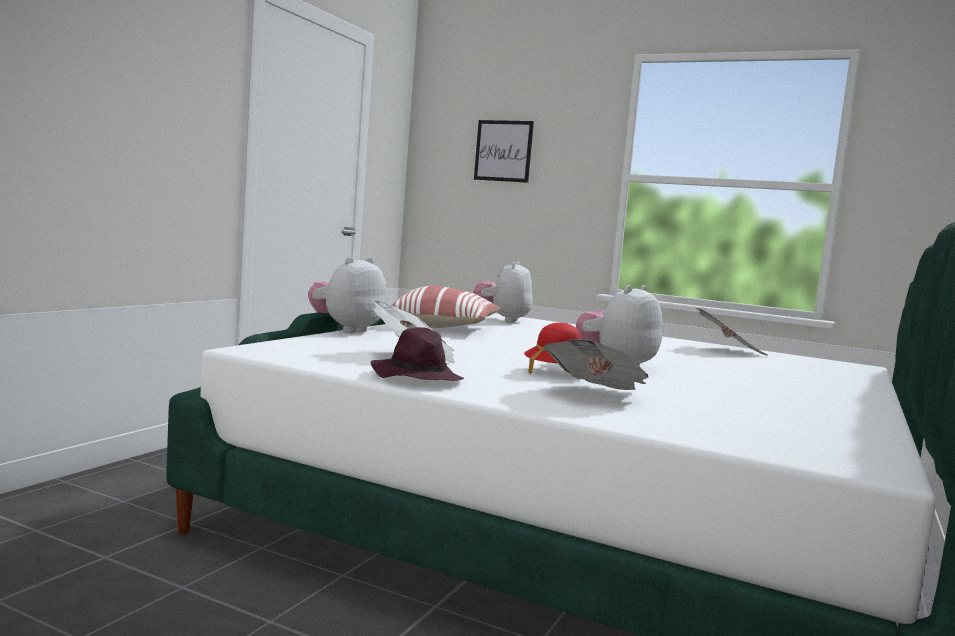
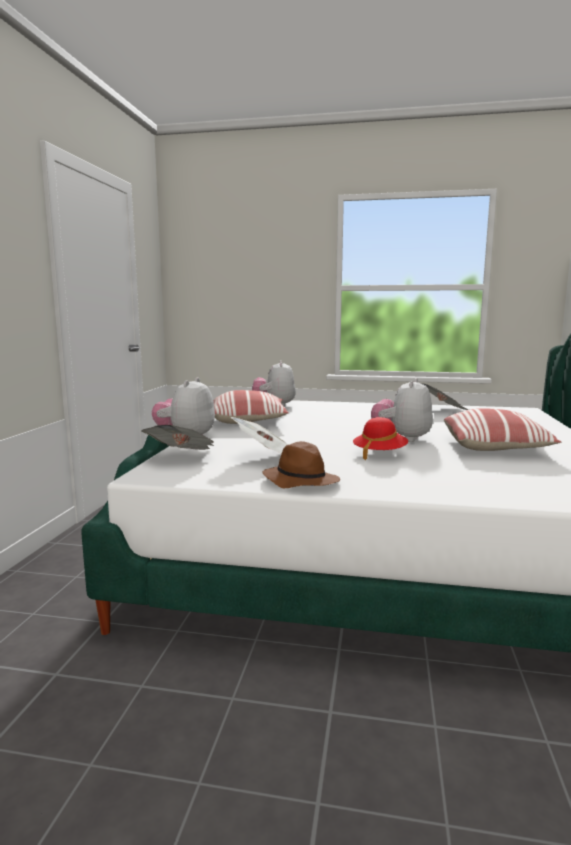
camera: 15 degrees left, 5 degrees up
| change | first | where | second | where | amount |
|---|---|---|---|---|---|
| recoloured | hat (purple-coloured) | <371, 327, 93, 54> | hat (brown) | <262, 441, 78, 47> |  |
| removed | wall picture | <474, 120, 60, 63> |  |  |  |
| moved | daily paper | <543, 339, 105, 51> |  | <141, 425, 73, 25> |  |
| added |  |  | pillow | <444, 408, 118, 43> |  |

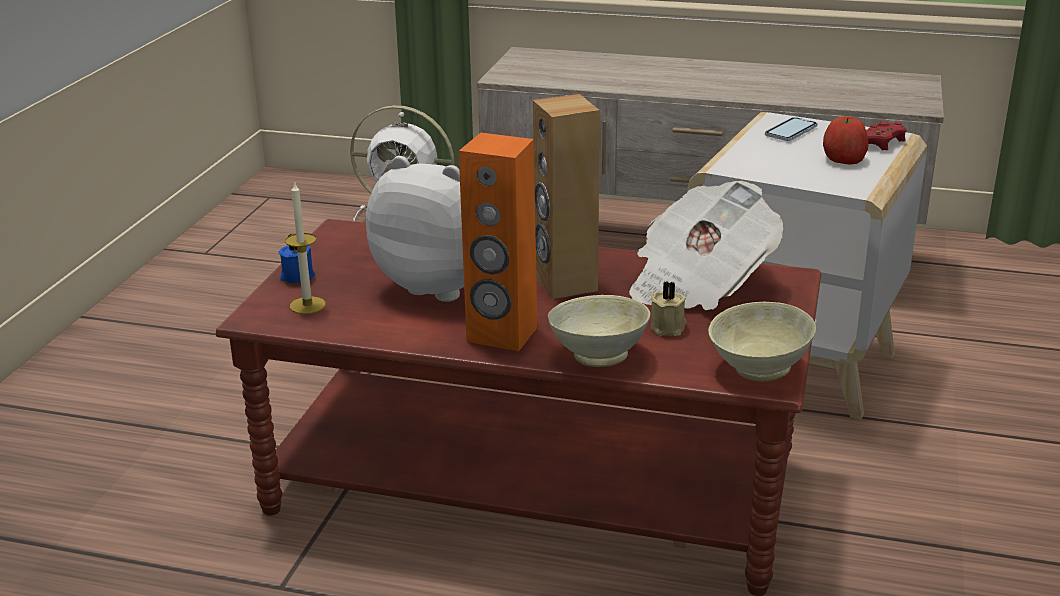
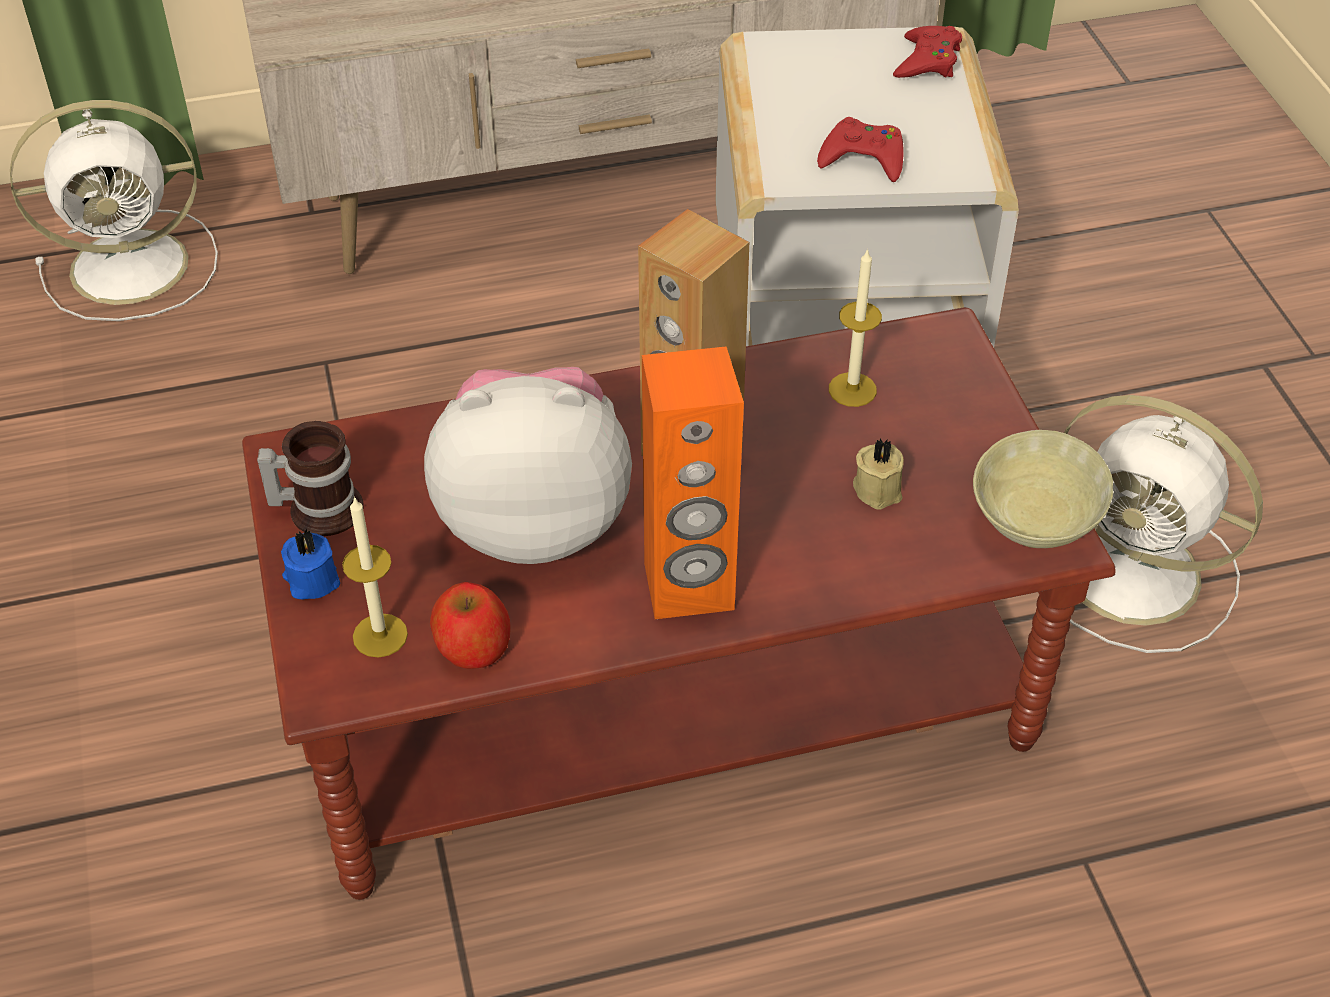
camera: 30 degrees left, 20 degrees up
| change | first | where | second | where | amount |
|---|---|---|---|---|---|
| removed | bowl (beige-coloured) | <548, 295, 102, 72> |  |  |  |
| replaced | daily paper | <629, 181, 154, 129> | candle | <829, 248, 53, 159> |  |
| removed | phone | <765, 117, 52, 24> |  |  |  |
| moved | apple fruit | <823, 116, 45, 49> |  | <430, 582, 81, 87> |  |
| added |  |  | coffee mug | <257, 421, 107, 115> |  |
| added |  |  | game controller (reddish) | <817, 117, 86, 65> |  |
| added |  |  | cooling fan (whitish) | <1064, 395, 199, 258> |  |

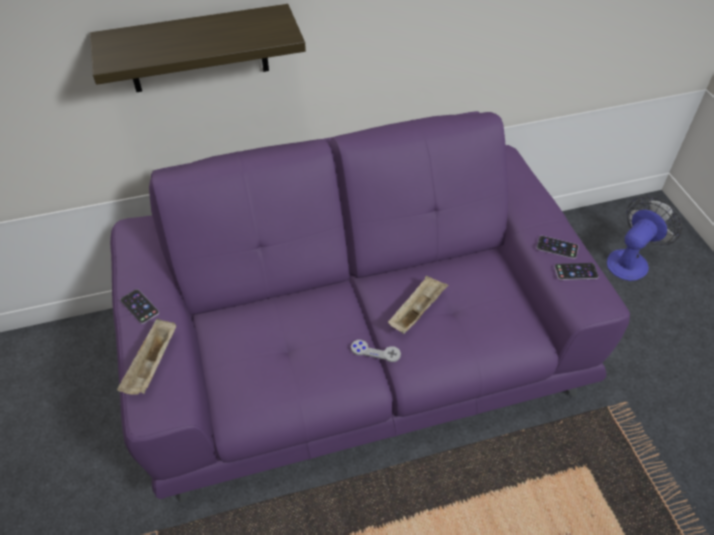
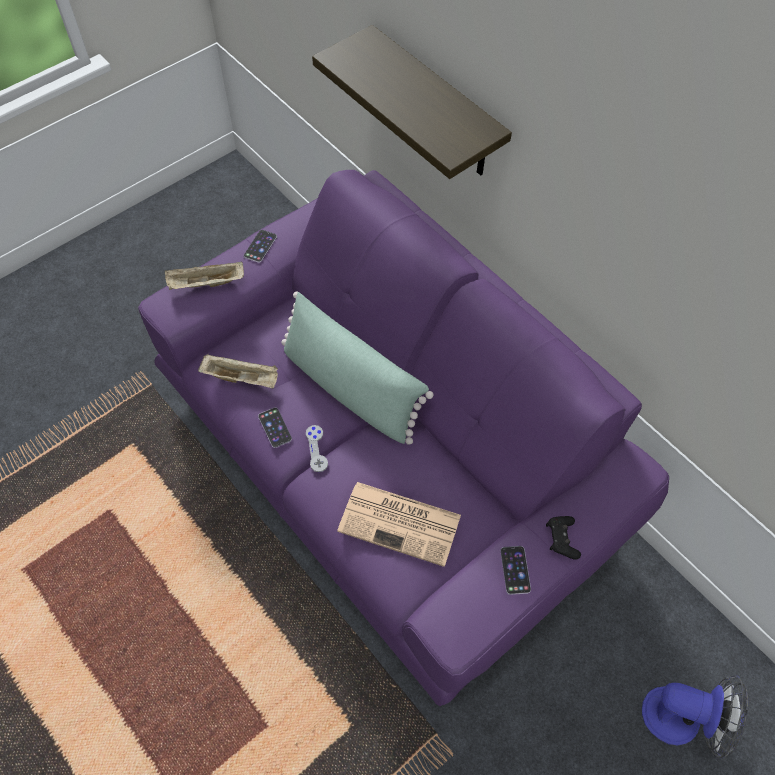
camera: 65 degrees right, 10 degrees up
| change | first | where | second | where | amount |
|---|---|---|---|---|---|
| moved | tray (beige-coloured) | <388, 276, 60, 58> |  | <198, 354, 80, 35> |  |
| moved | phone | <554, 263, 45, 17> |  | <258, 407, 34, 41> |  |
| added |  |  | pillow (greenish) | <281, 292, 153, 153> |  |
| added |  |  | daily paper | <337, 482, 124, 85> |  |
| added |  |  | game controller (blackish) | <546, 516, 35, 44> |  |

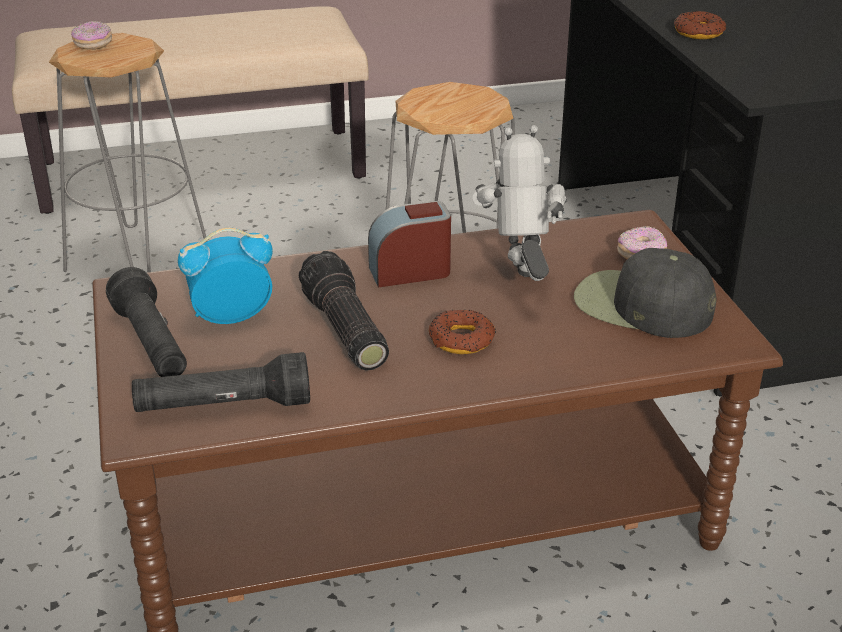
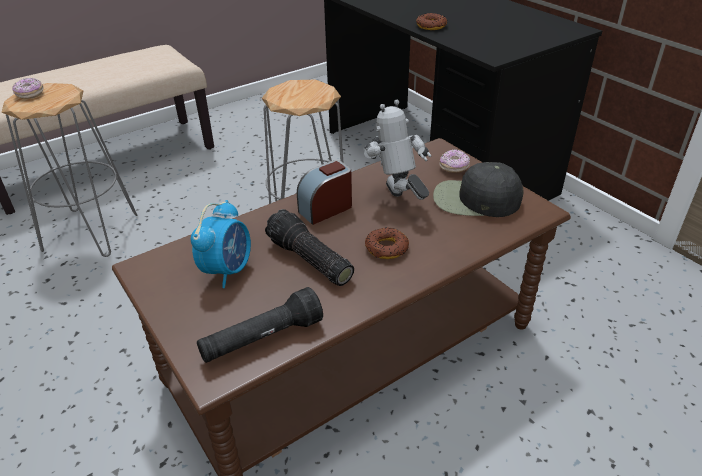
camera: 20 degrees left, 5 degrees up
| change | first | where | second | where | amount |
|---|---|---|---|---|---|
| removed | hand torch (blackish) | <106, 267, 81, 110> |  |  |  |
| turned | bedside clock | <178, 228, 95, 96> |  | <191, 200, 60, 88> | 150 degrees clockwise |

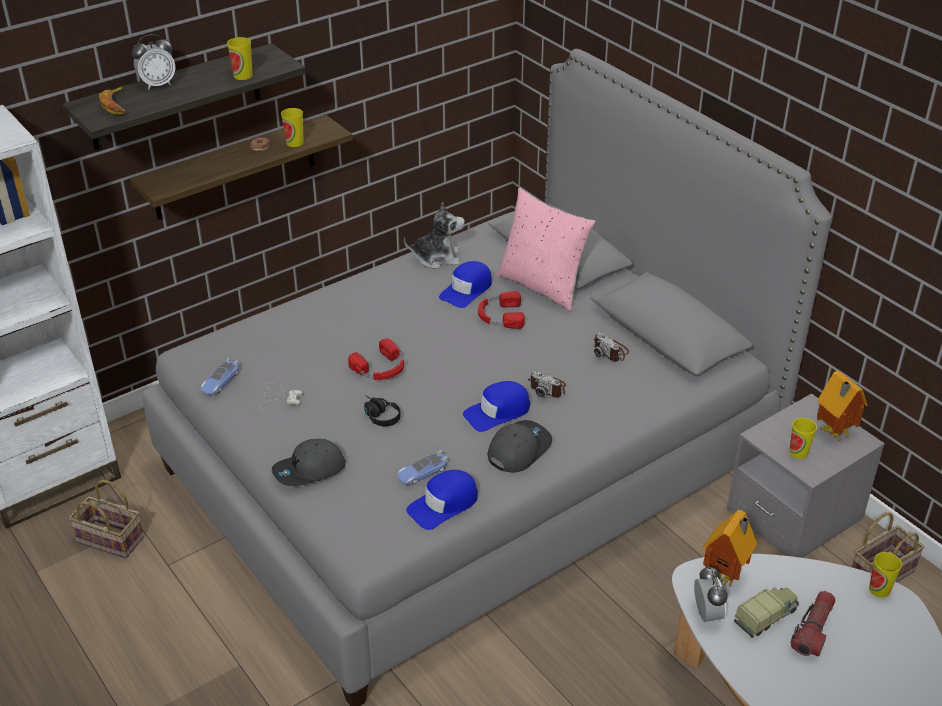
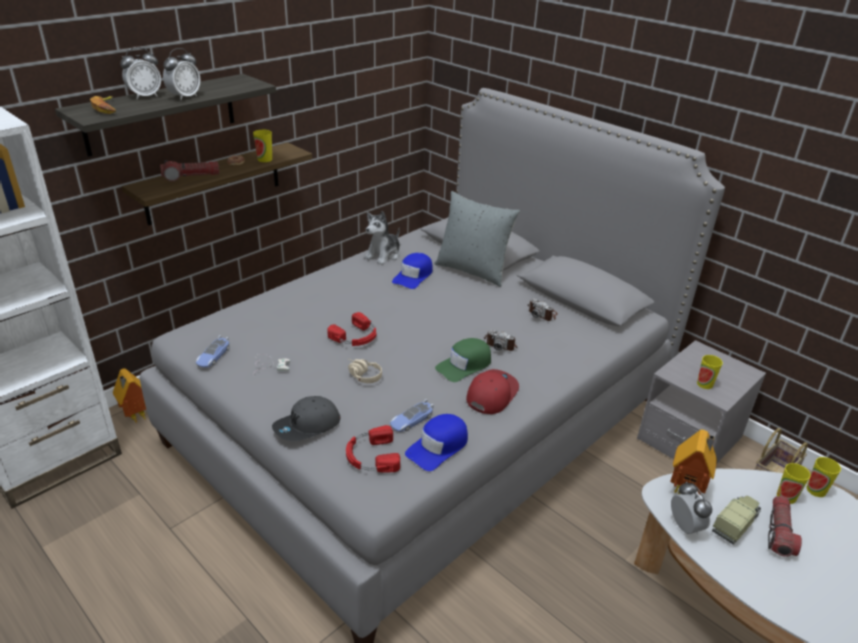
camera: 10 degrees left, 5 degrees down
| change | first | where | second | where | amount |
|---|---|---|---|---|---|
| removed | basket | <69, 480, 75, 79> |  |  |  |
| moved | cup | <227, 37, 25, 43> |  | <777, 463, 34, 41> |  |
| recoloured | headphones (blackish) | <364, 395, 37, 31> | headphones (beige-coloured) | <347, 358, 35, 25> |  |
| turned | soft toy | <404, 202, 61, 67> |  | <364, 211, 36, 54> | 135 degrees clockwise |
| recoloured | cap (blue) | <463, 381, 67, 51> | cap (greenish) | <435, 338, 56, 44> |  |
| moved | headphones (reddish) | <478, 291, 47, 38> |  | <346, 425, 54, 47> |  |
| recoloured | cap (grey) | <487, 420, 65, 53> | cap (reddish) | <466, 369, 53, 45> |  |
| recoloured | pillow (pink) | <497, 188, 99, 123> | pillow (grey) | <435, 191, 85, 96> |  |
| moved | toy house | <817, 370, 51, 72> |  | <113, 368, 33, 55> |  |
| added |  |  | hand torch | <160, 160, 59, 22> |  |
| added |  |  | bedside clock | <163, 48, 38, 52> |  |

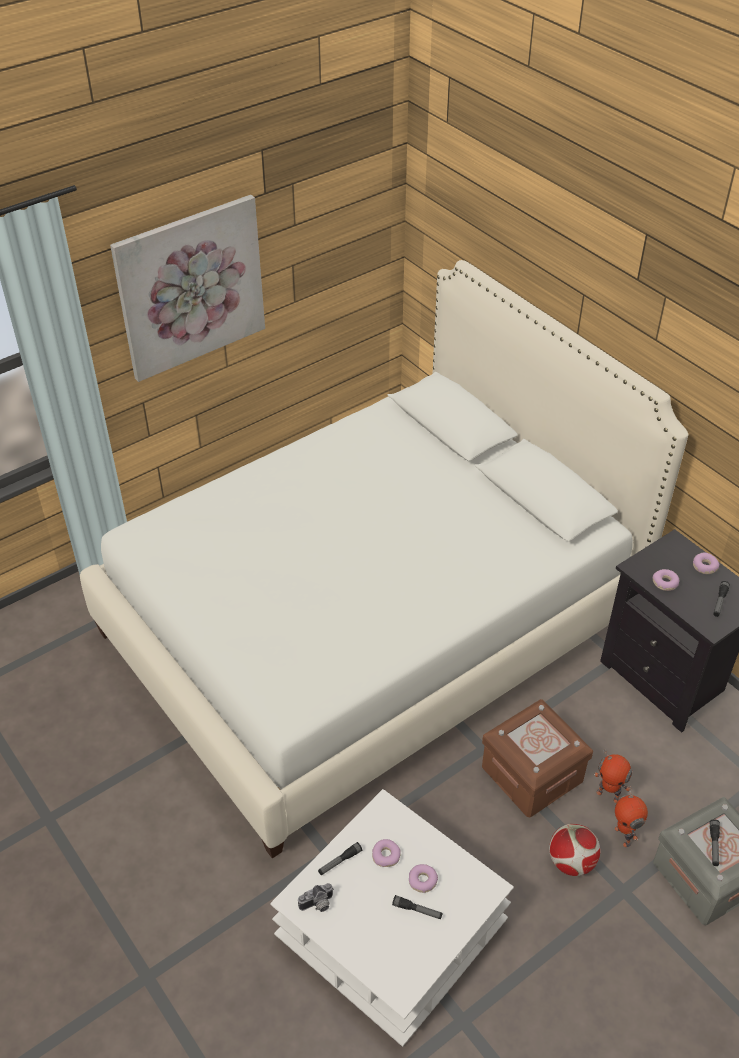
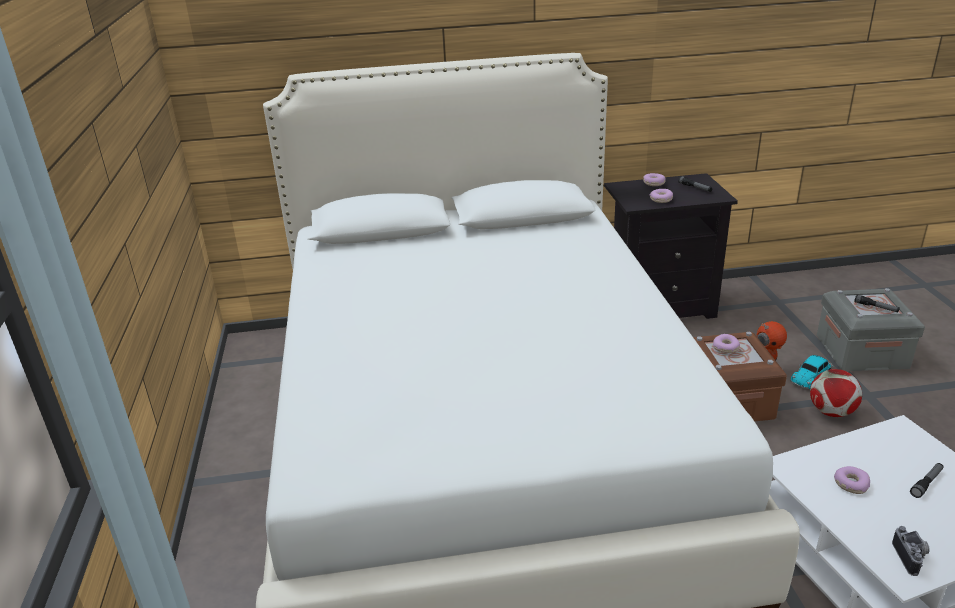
camera: 60 degrees left, 15 degrees down
| change | first | where | second | where | amount |
|---|---|---|---|---|---|
| removed | wall picture | <110, 195, 155, 187> |  |  |  |
| removed | hand torch | <318, 842, 44, 33> |  |  |  |
| moved | ring doughnut | <409, 864, 29, 29> |  | <713, 334, 27, 19> |  |
| replaced | robot figure | <615, 786, 33, 61> | miniature car | <790, 355, 43, 34> |  |

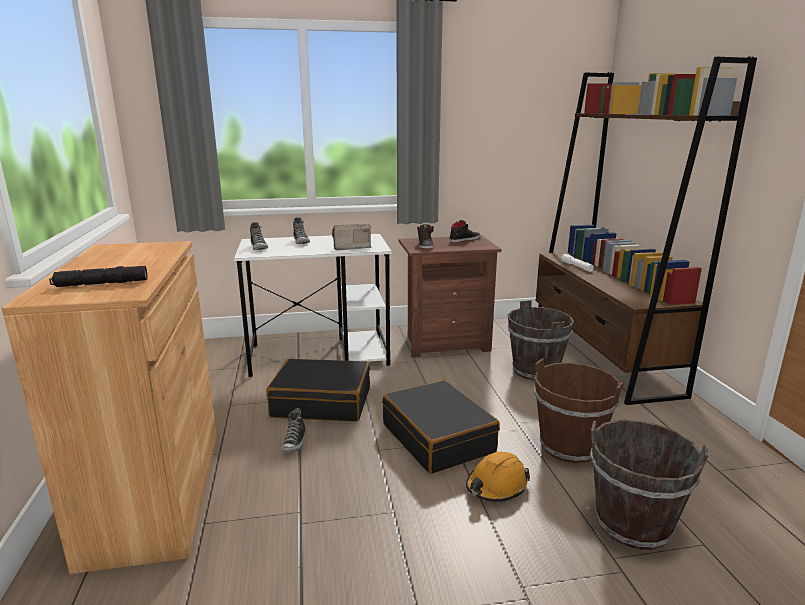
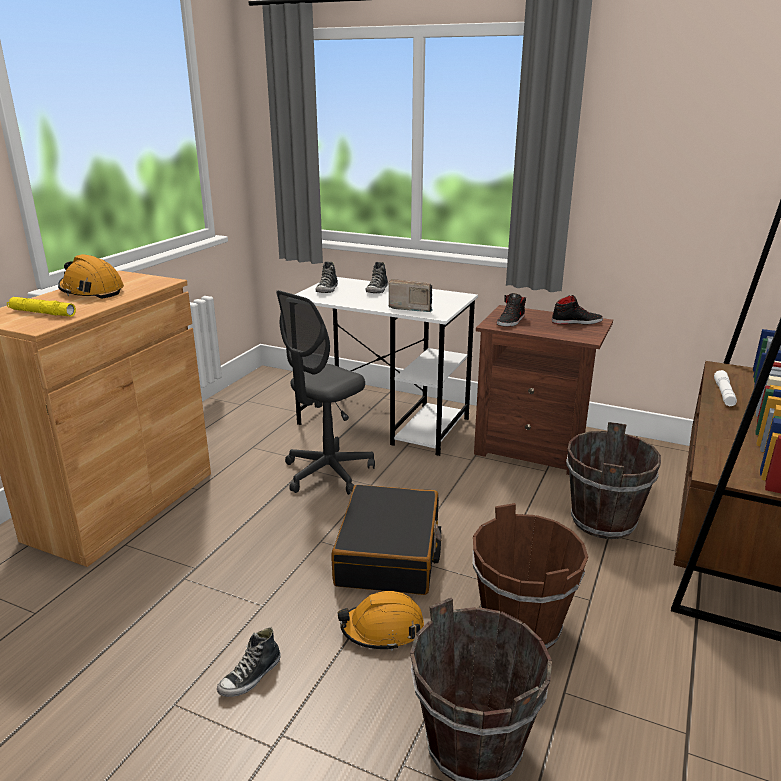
camera: 35 degrees right, 5 degrees up
| change | first | where | second | where | amount |
|---|---|---|---|---|---|
| recoloured | hand torch (blackish) | <49, 266, 98, 21> | hand torch (yellow) | <7, 297, 69, 19> |  |
| replaced | travel case (blackish) | <266, 359, 104, 62> | desk chair (grey) | <276, 290, 99, 205> |  |
| moved | low shoe | <281, 408, 25, 45> |  | <217, 627, 63, 70> |  |
| added |  |  | hard hat (orange) | <58, 254, 66, 45> |  |

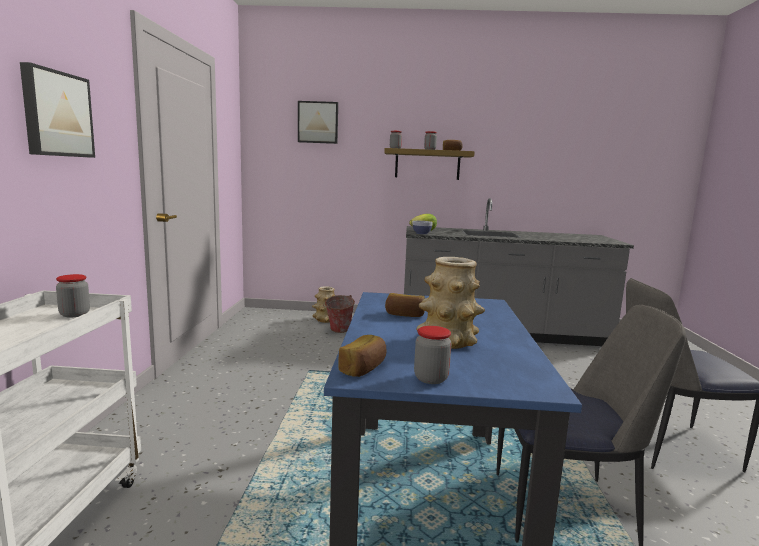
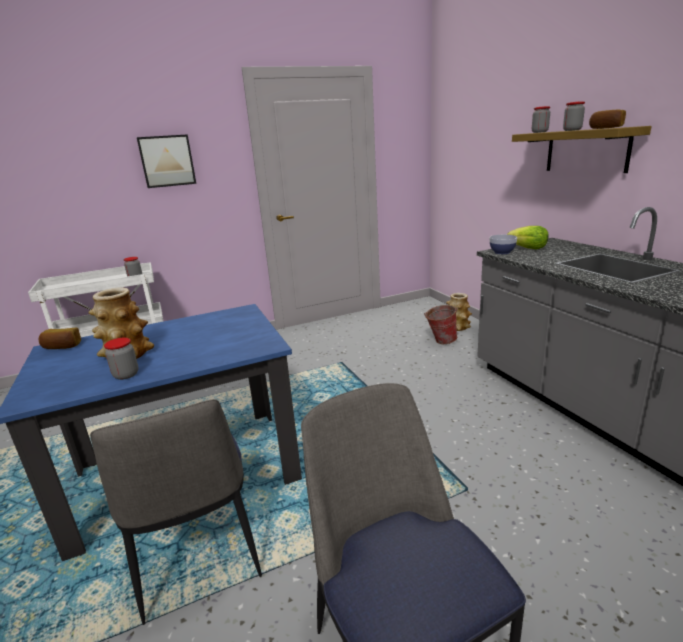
camera: 65 degrees right, 10 degrees up
| change | first | where | second | where | amount |
|---|---|---|---|---|---|
| removed | wall picture | <298, 101, 40, 43> |  |  |  |
| removed | bakery bread | <385, 293, 40, 24> |  |  |  |
| moved | storage jar | <414, 326, 38, 58> |  | <104, 338, 35, 42> |  |

